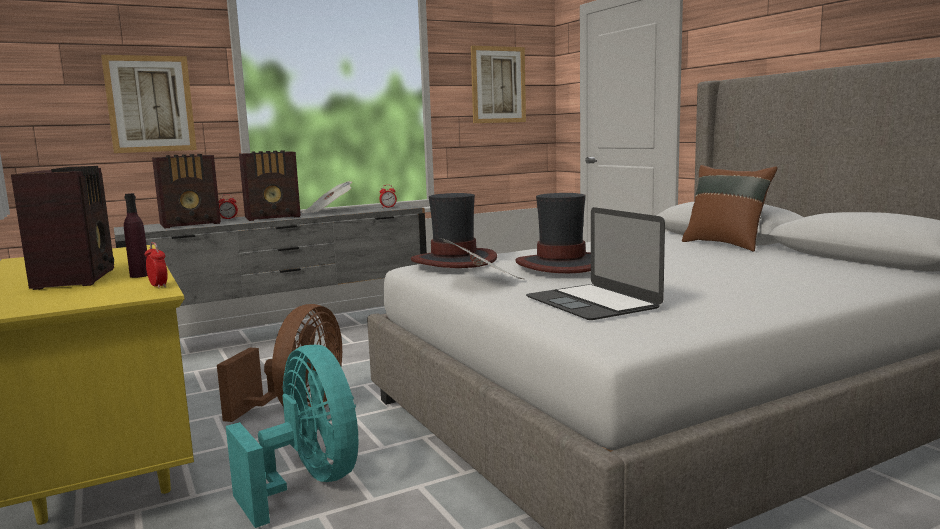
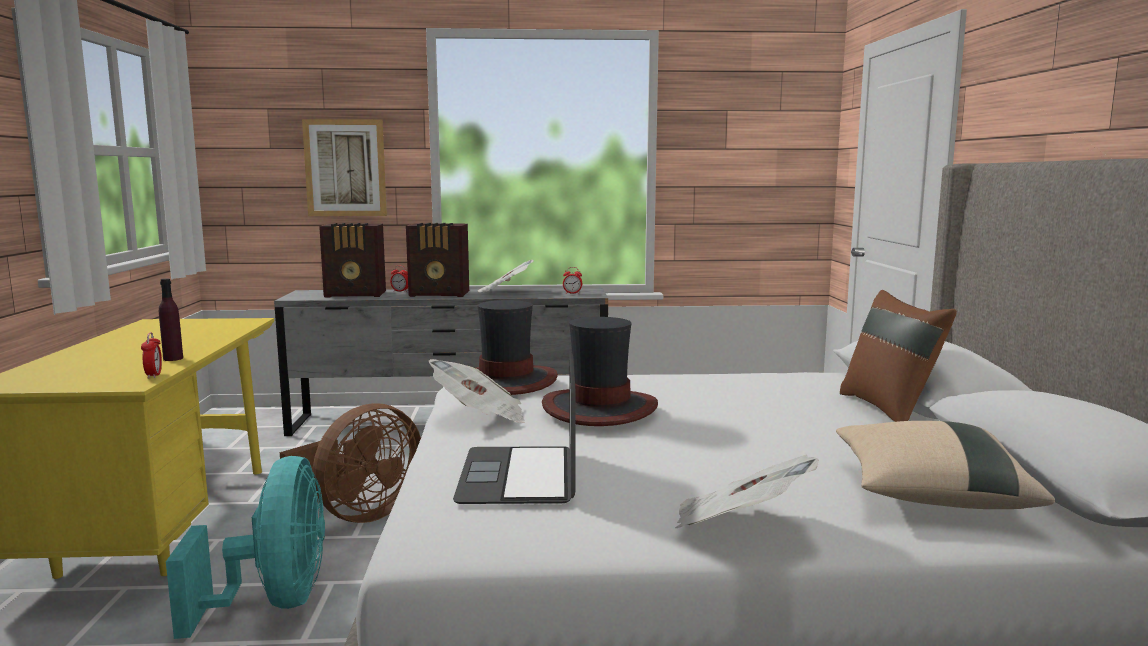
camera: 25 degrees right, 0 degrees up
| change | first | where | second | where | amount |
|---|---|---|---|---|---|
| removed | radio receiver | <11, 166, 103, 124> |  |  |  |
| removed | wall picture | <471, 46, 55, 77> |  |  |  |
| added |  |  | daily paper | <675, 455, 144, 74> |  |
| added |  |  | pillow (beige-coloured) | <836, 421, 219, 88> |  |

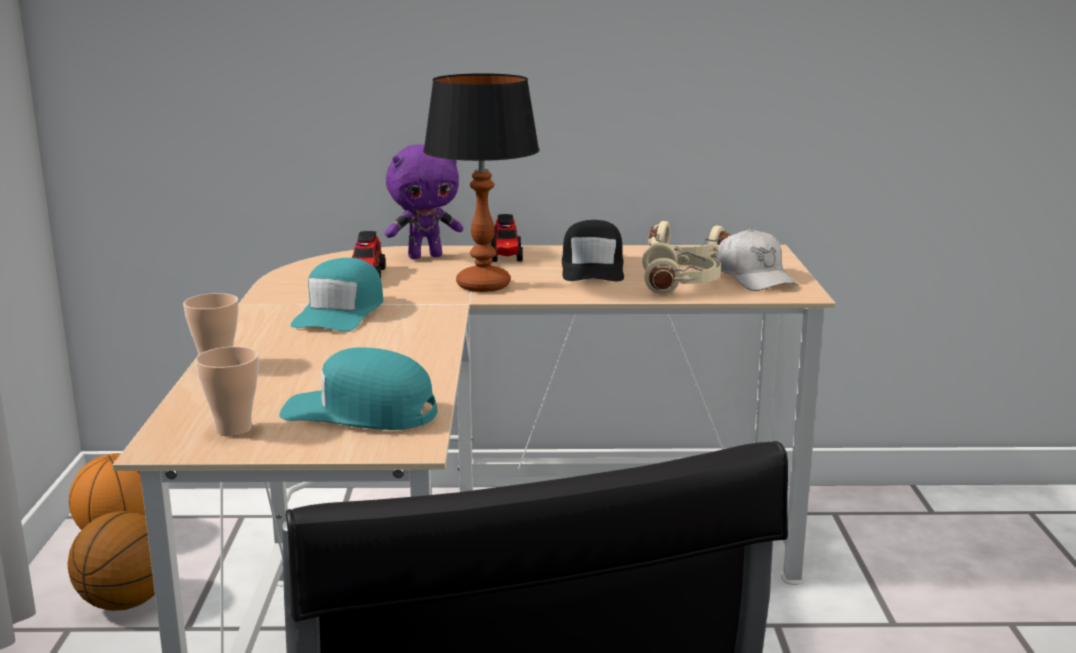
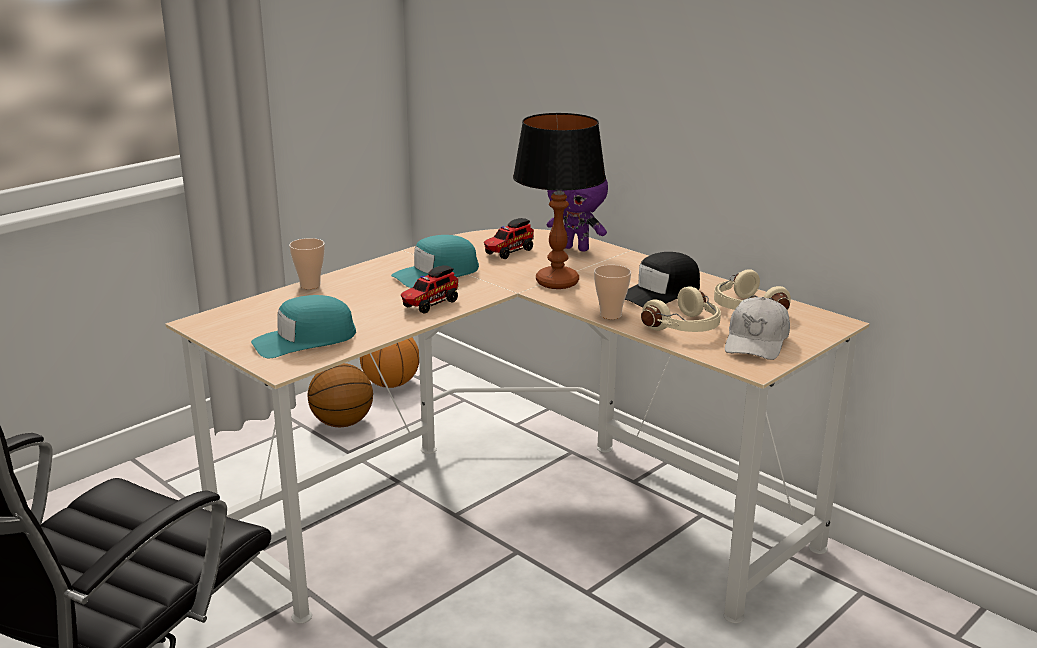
camera: 45 degrees right, 5 degrees up
| change | first | where | second | where | amount |
|---|---|---|---|---|---|
| moved | cup | <195, 347, 63, 89> |  | <594, 265, 37, 54> |  |
| turned | cap (turquoise) | <279, 347, 159, 83> |  | <251, 295, 105, 63> | 90 degrees counterclockwise |
| moved | model truck | <490, 214, 33, 48> |  | <401, 265, 57, 49> |  |

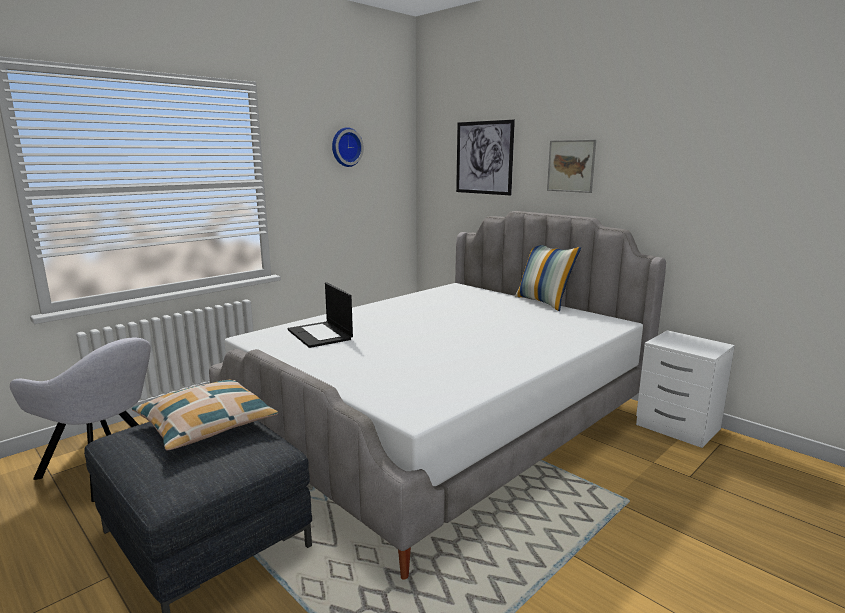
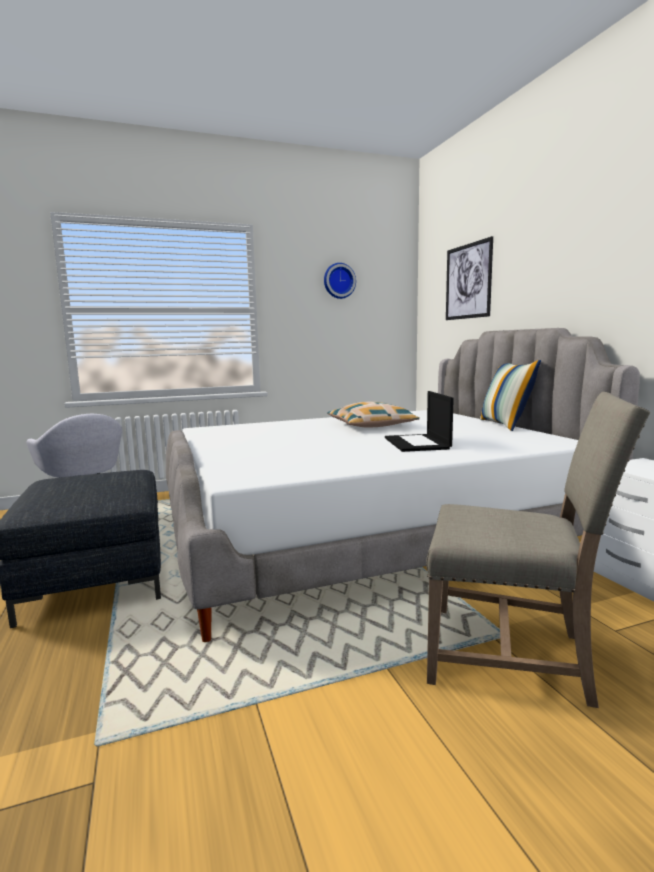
camera: 25 degrees right, 5 degrees down
| change | first | where | second | where | amount |
|---|---|---|---|---|---|
| moved | pillow | <132, 380, 146, 70> |  | <327, 402, 93, 26> |  |
| moved | portable computer | <288, 282, 65, 66> |  | <385, 391, 69, 61> |  |
| removed | wall picture | <547, 140, 49, 53> |  |  |  |
| added |  |  | plain chair (beige-coloured) | <426, 392, 224, 316> |  |

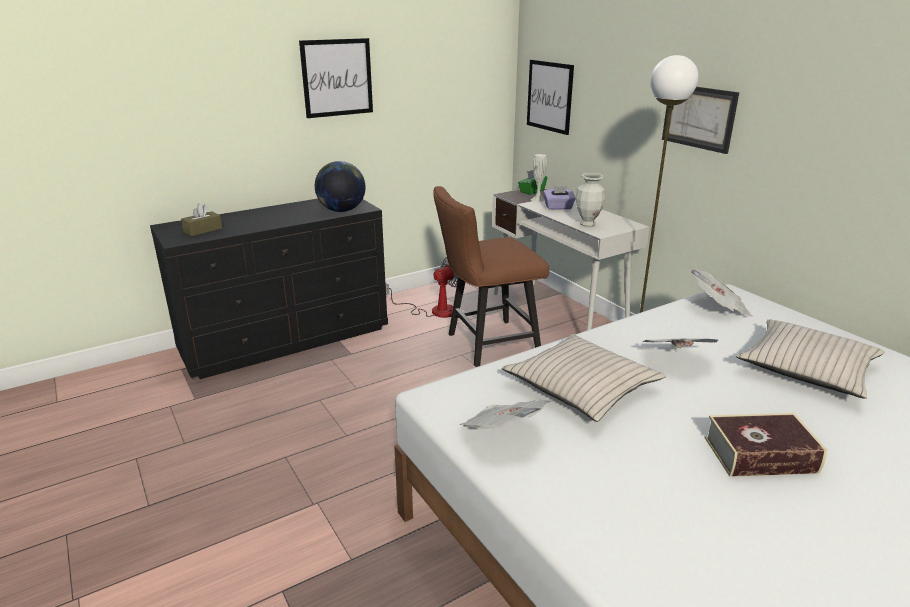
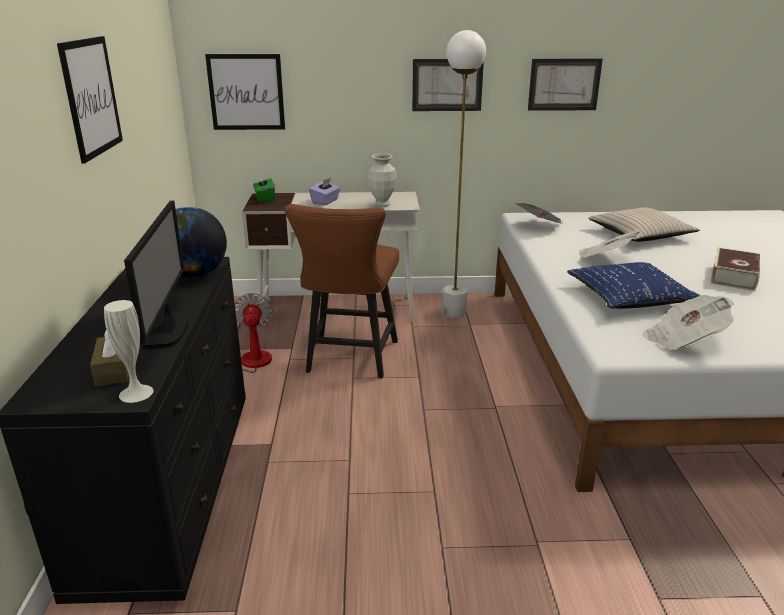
camera: 60 degrees left, 0 degrees up
| change | first | where | second | where | amount |
|---|---|---|---|---|---|
| recoloured | pillow (beige-coloured) | <502, 334, 164, 88> | pillow (blue) | <567, 262, 133, 47> |  |
| moved | decorative vase (whitish) | <531, 154, 16, 48> |  | <104, 300, 50, 103> |  |
| added |  |  | computer display | <124, 201, 65, 147> |  |
| added |  |  | wall picture | <528, 58, 75, 53> |  |

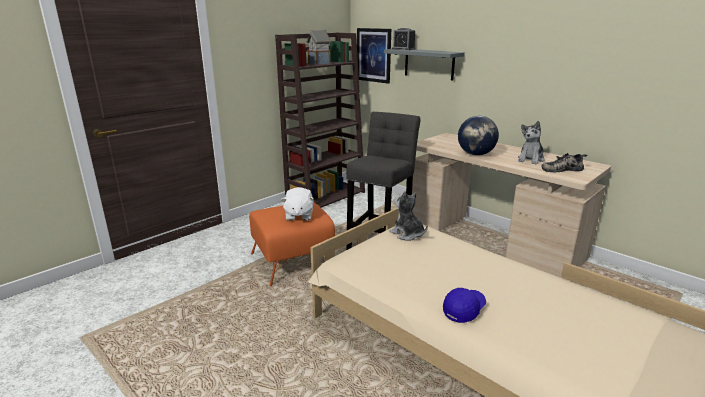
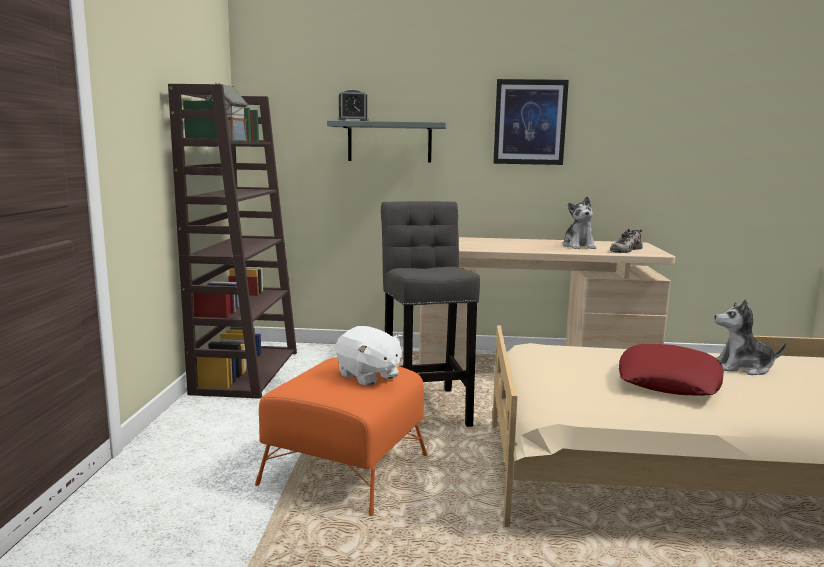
camera: 40 degrees left, 10 degrees down
| change | first | where | second | where | amount |
|---|---|---|---|---|---|
| moved | wall picture | <357, 28, 34, 56> |  | <493, 79, 76, 86> |  |
| moved | soft toy | <389, 191, 39, 50> |  | <714, 299, 72, 76> |  |
| removed | cap (blue) | <443, 288, 43, 35> |  |  |  |
| removed | world globe | <458, 116, 41, 39> |  |  |  |
| added |  |  | pillow (reddish) | <619, 344, 105, 52> |  |

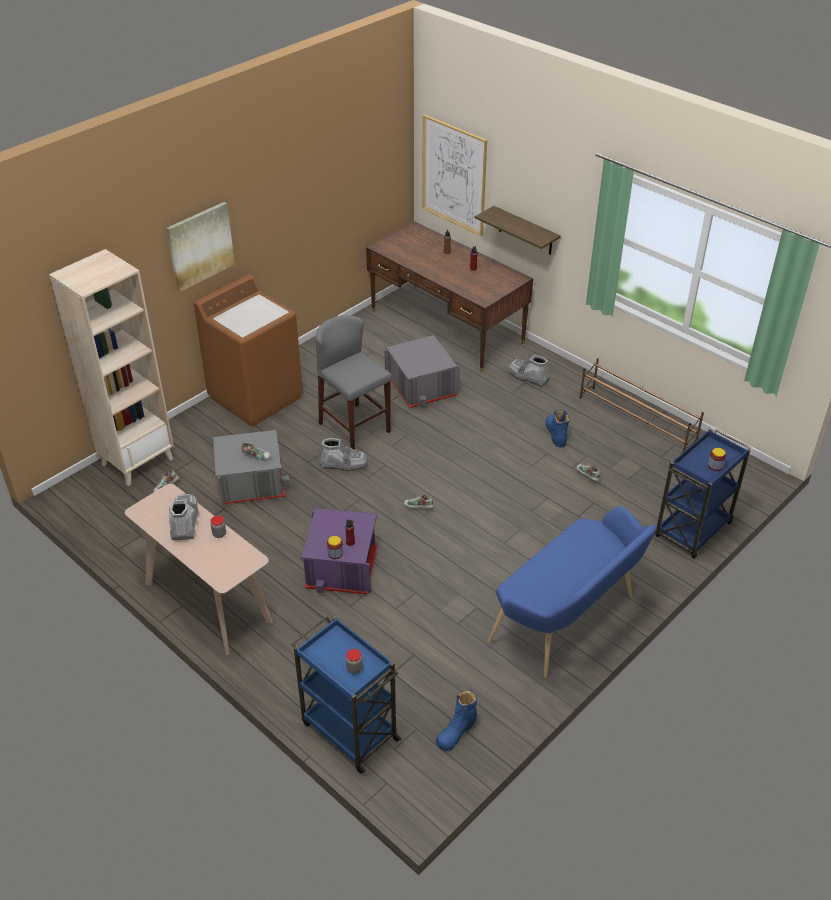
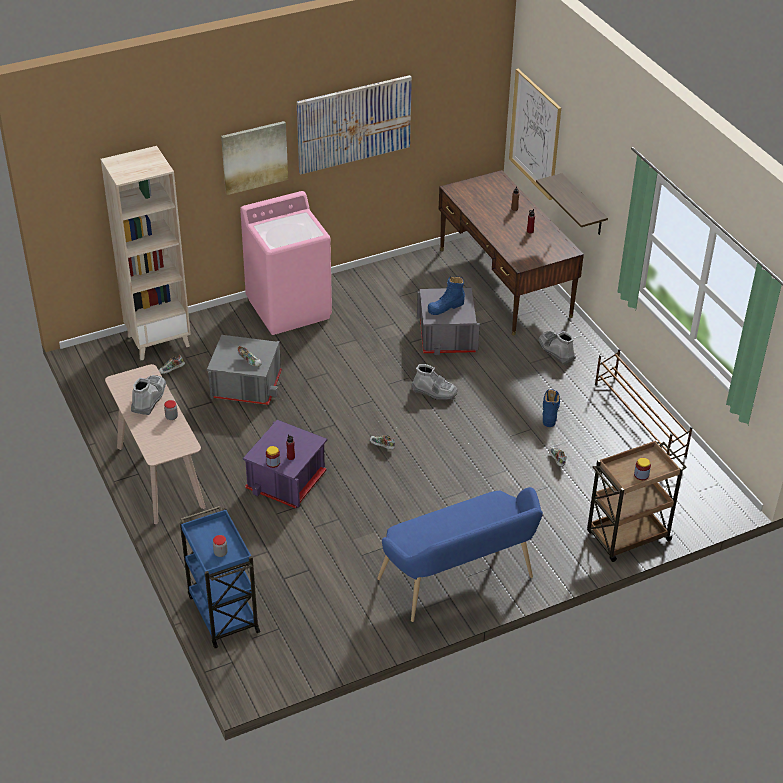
camera: 20 degrees right, 0 degrees up
| change | first | where | second | where | amount |
|---|---|---|---|---|---|
| recoloured | washing machine (brown) | <194, 274, 109, 153> | washing machine (pink) | <240, 191, 92, 144> |  |
| removed | stool (grey) | <315, 315, 77, 135> |  |  |  |
| moved | high-top boot (grey) | <319, 438, 48, 33> |  | <412, 364, 46, 36> |  |
| moved | high-top boot (blue) | <436, 689, 41, 62> |  | <428, 276, 37, 39> |  |
| recoloured | wheeled cart (blue) | <655, 429, 96, 130> | wheeled cart (brown) | <587, 440, 100, 122> |  |
| added |  |  | wall picture | <297, 75, 115, 99> |  |

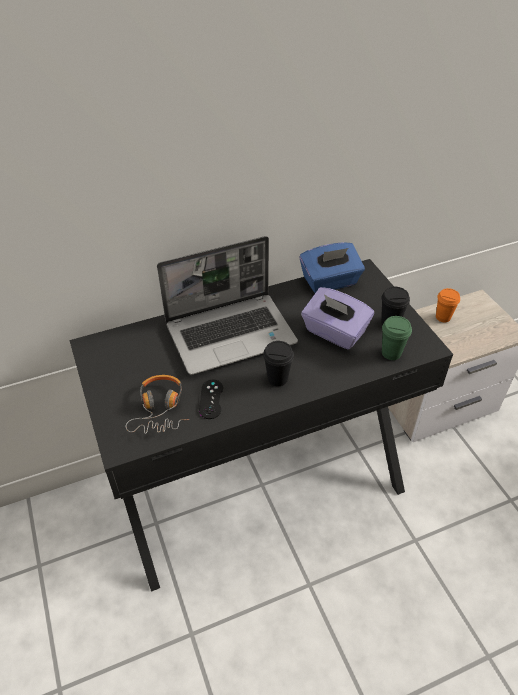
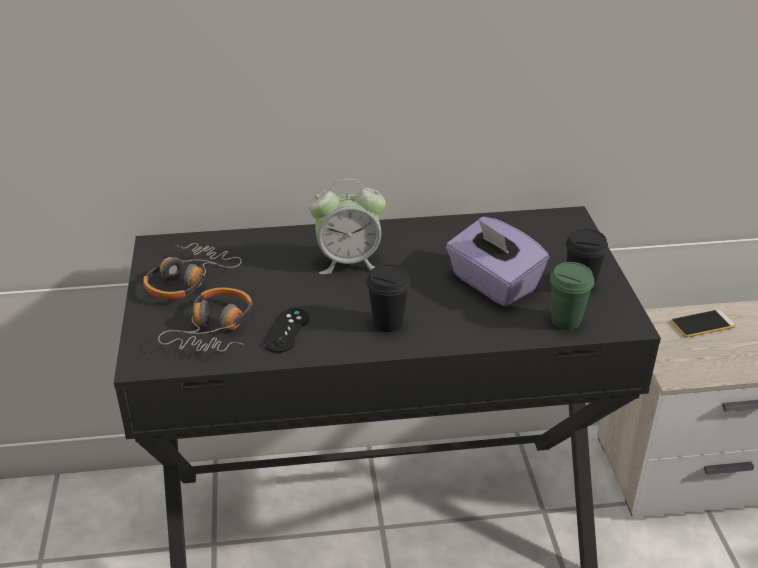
camera: 15 degrees right, 10 degrees down
| change | first | where | second | where | amount |
|---|---|---|---|---|---|
| replaced | portable computer | <157, 236, 141, 139> | bedside clock | <309, 179, 77, 95> |  |
| removed | box of tissues (blue) | <299, 242, 66, 51> |  |  |  |
| replaced | cup (orange) | <436, 288, 24, 34> | phone | <671, 309, 65, 29> |  |
| added |  |  | headphones | <143, 243, 99, 56> |  |

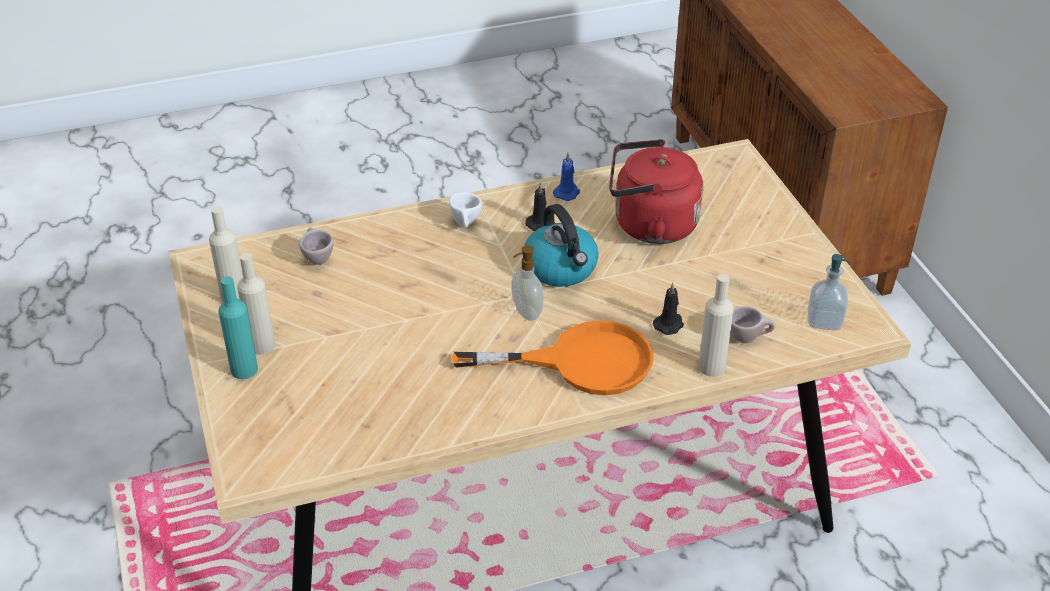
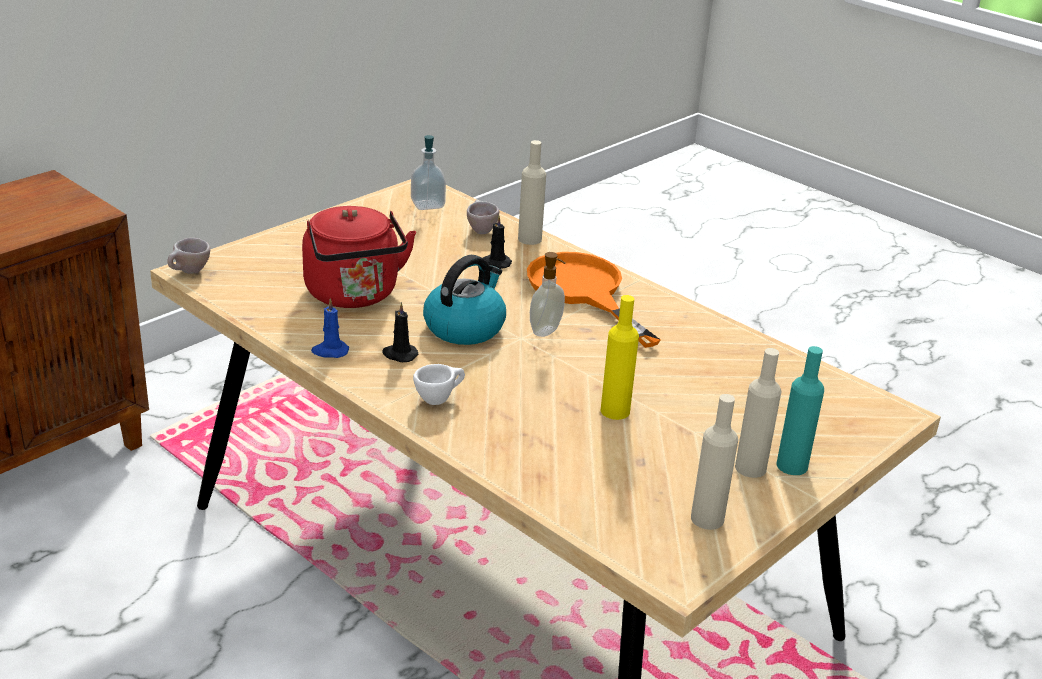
camera: 120 degrees left, 10 degrees down
| change | first | where | second | where | amount |
|---|---|---|---|---|---|
| moved | cup (beige-coloured) | <299, 227, 35, 38> |  | <167, 238, 43, 36> |  |
| added |  |  | beverage bottle (yellow) | <600, 295, 39, 125> |  |

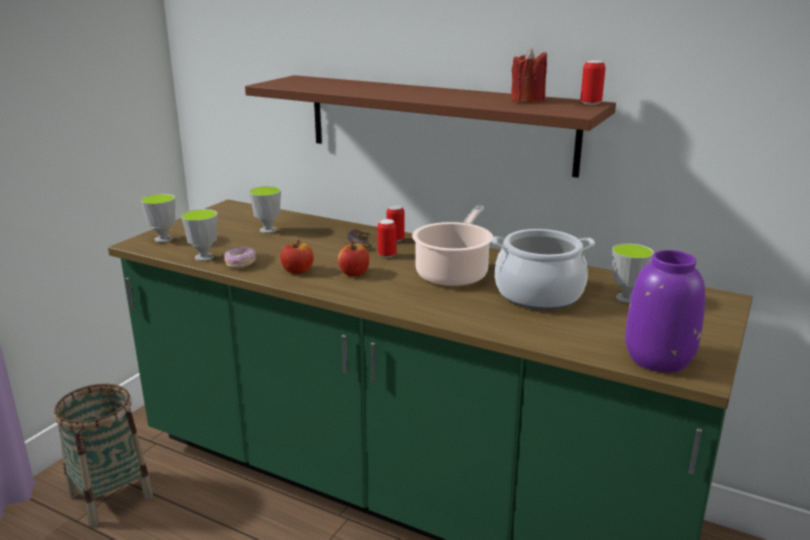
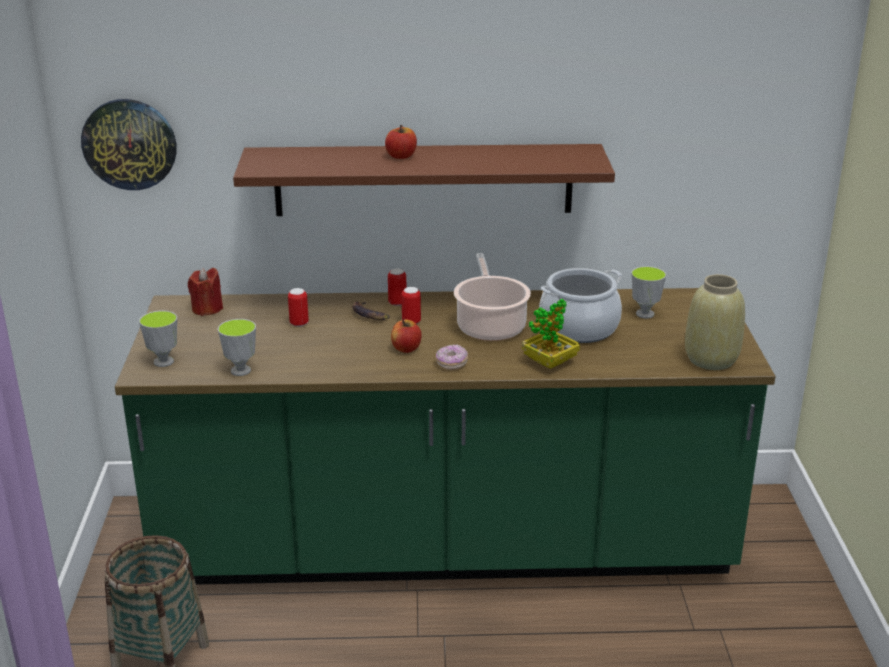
camera: 30 degrees left, 5 degrees up
| change | first | where | second | where | amount |
|---|---|---|---|---|---|
| moved | ring doughnut | <224, 247, 32, 22> |  | <436, 344, 32, 26> |  |
| removed | cup | <249, 186, 32, 47> |  |  |  |
| moved | apple fruit | <280, 240, 34, 34> |  | <385, 125, 32, 34> |  |
| moved | candle (reddish) | <511, 48, 36, 54> |  | <188, 268, 35, 48> |  |
| moved | sealed can | <580, 60, 26, 45> |  | <288, 288, 21, 39> |  |
| recoloured | decorative vase (purple-coloured) | <625, 250, 80, 123> | decorative vase (beige-coloured) | <685, 274, 60, 96> |  |
| added |  |  | wall clock | <81, 99, 96, 91> |  |
| added |  |  | houseplant | <522, 299, 58, 70> |  |

